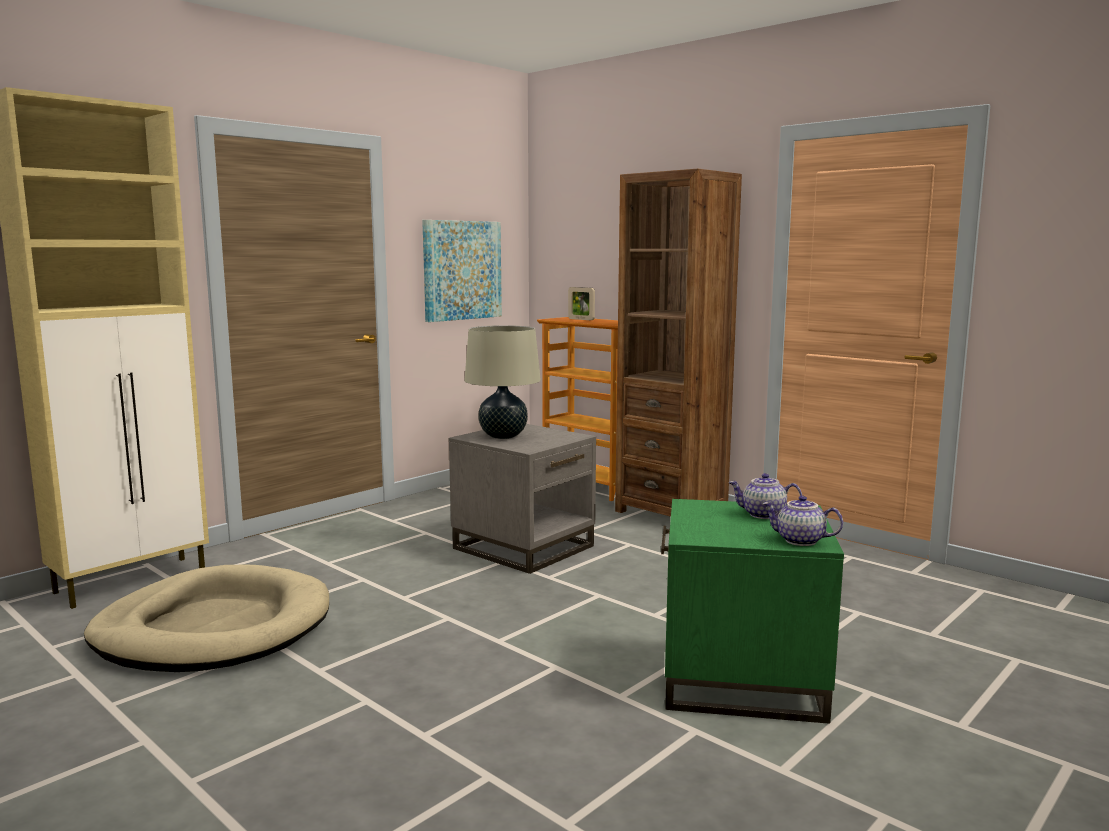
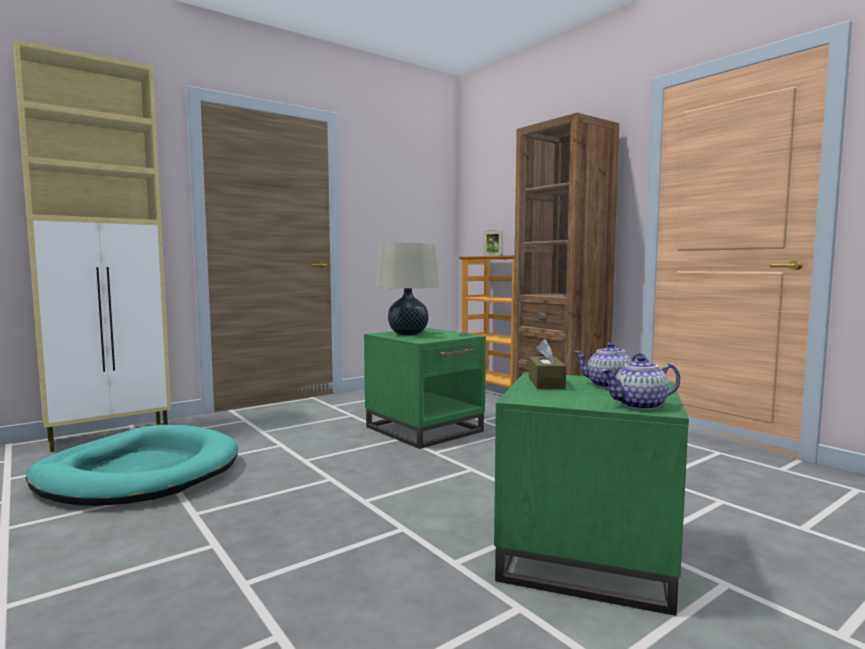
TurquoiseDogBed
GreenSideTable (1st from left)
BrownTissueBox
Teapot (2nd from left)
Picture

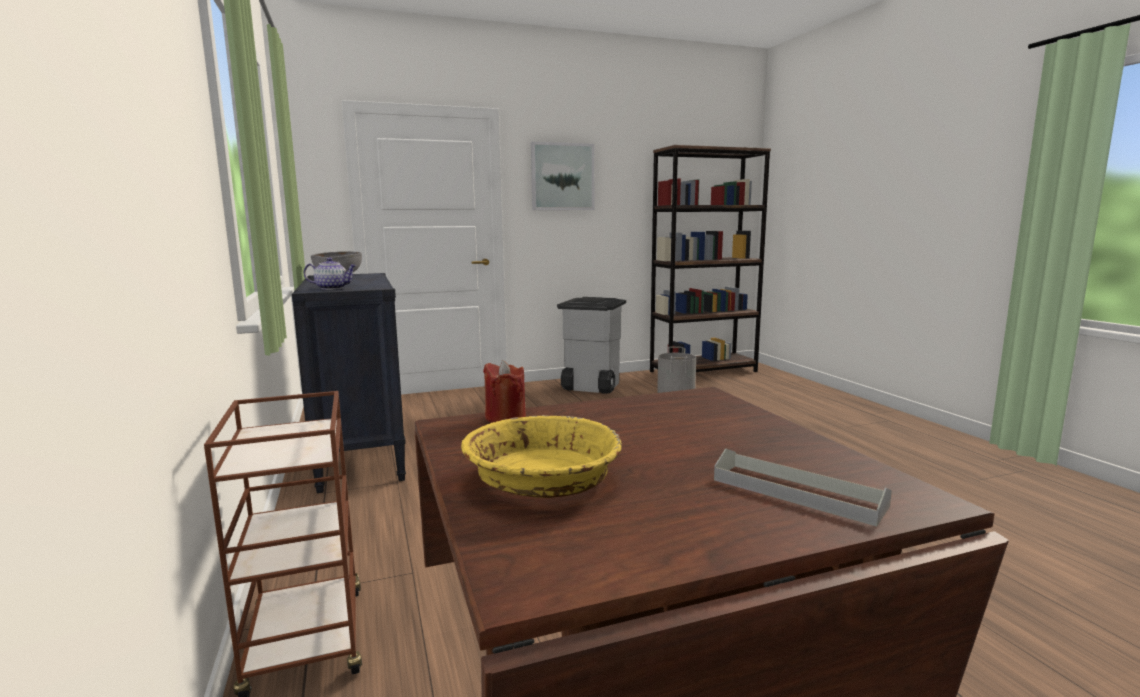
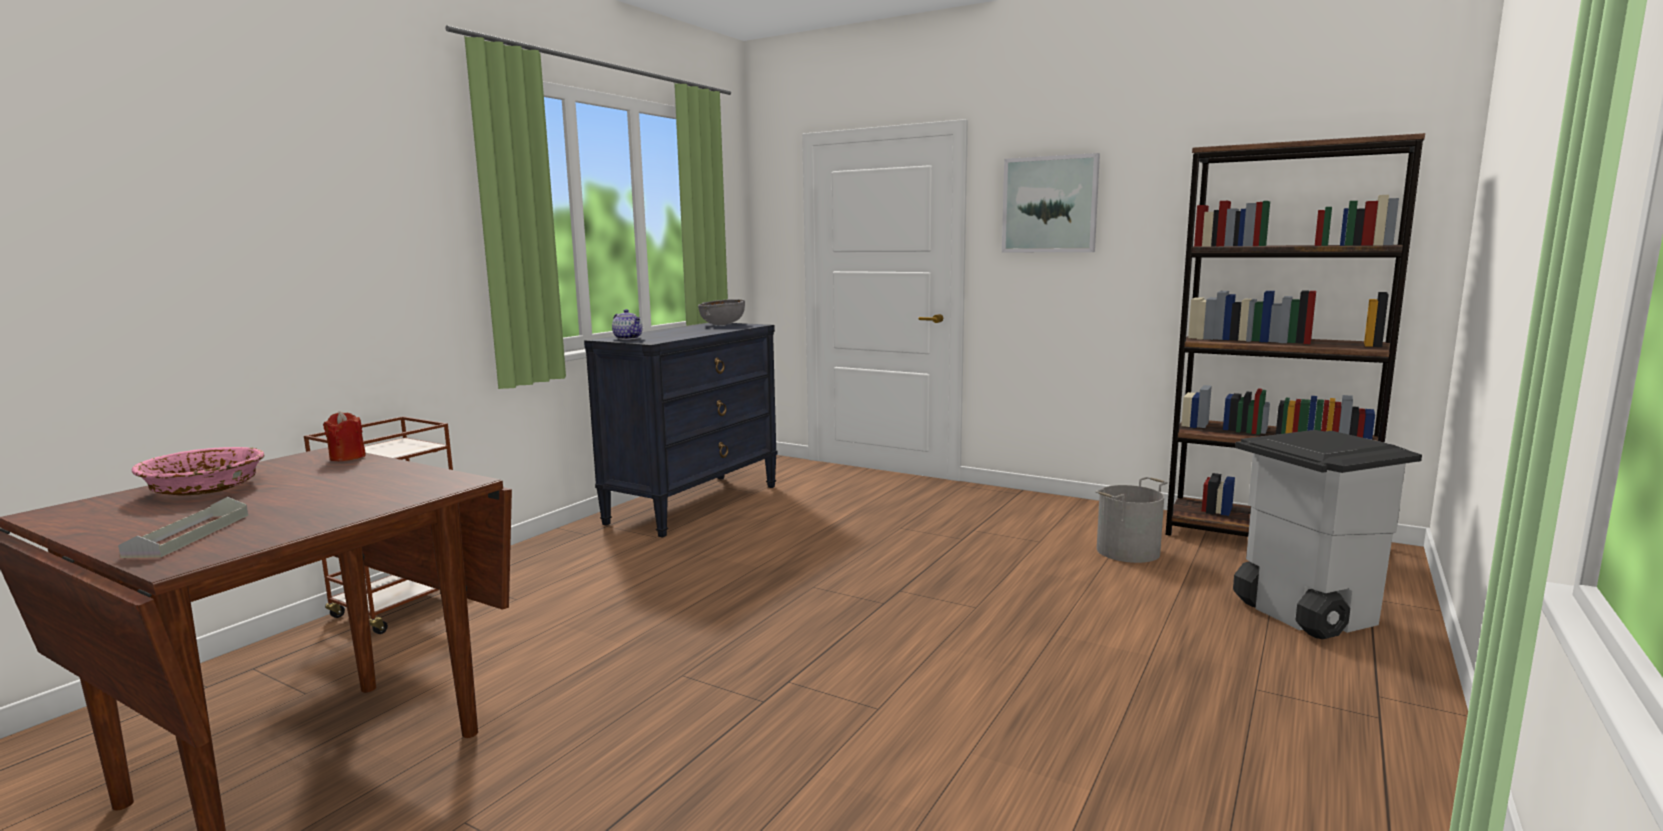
PinkBowl
GreyTrashCan

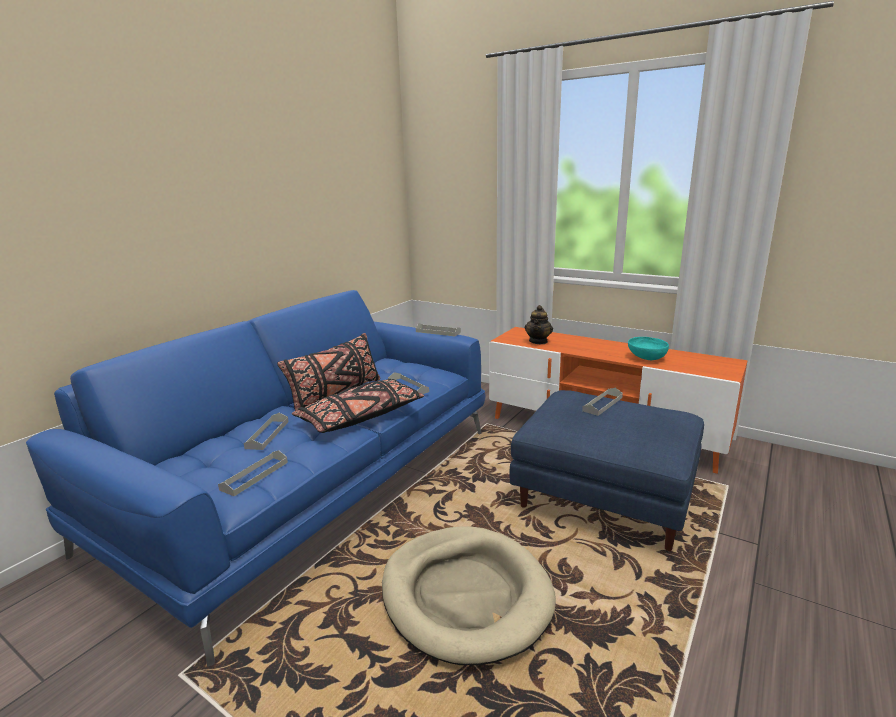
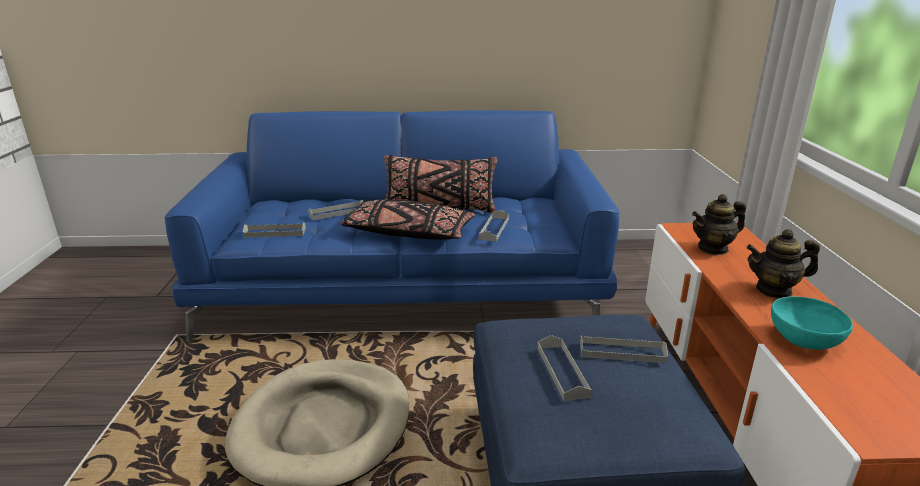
GreyTray (4th from left)
Teapot (2nd from left)

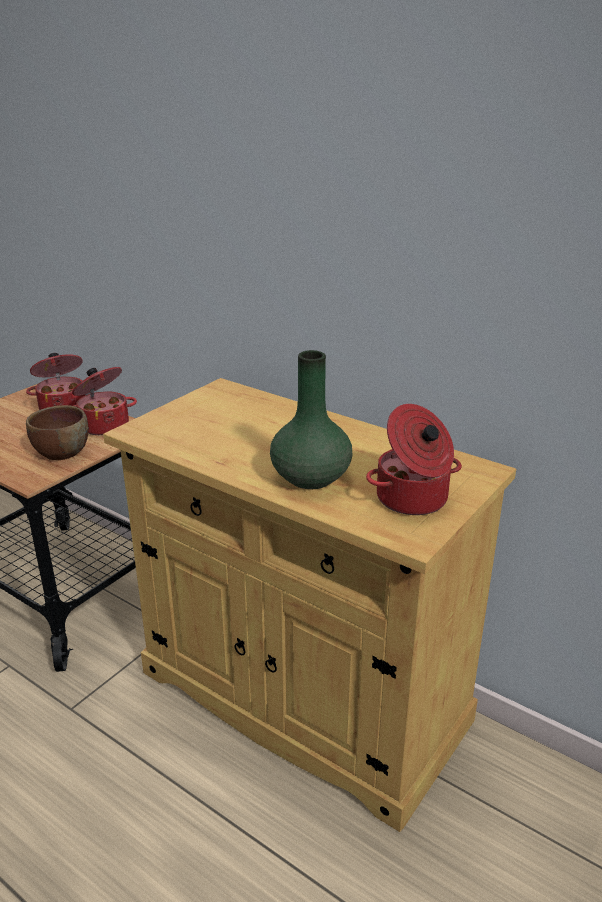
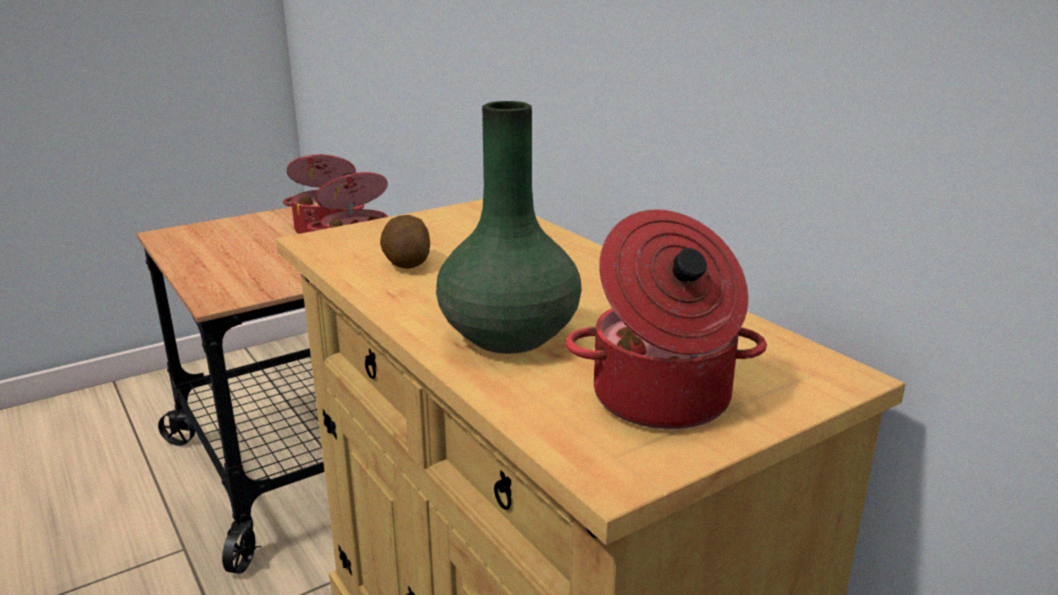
Potato
BrownBowl

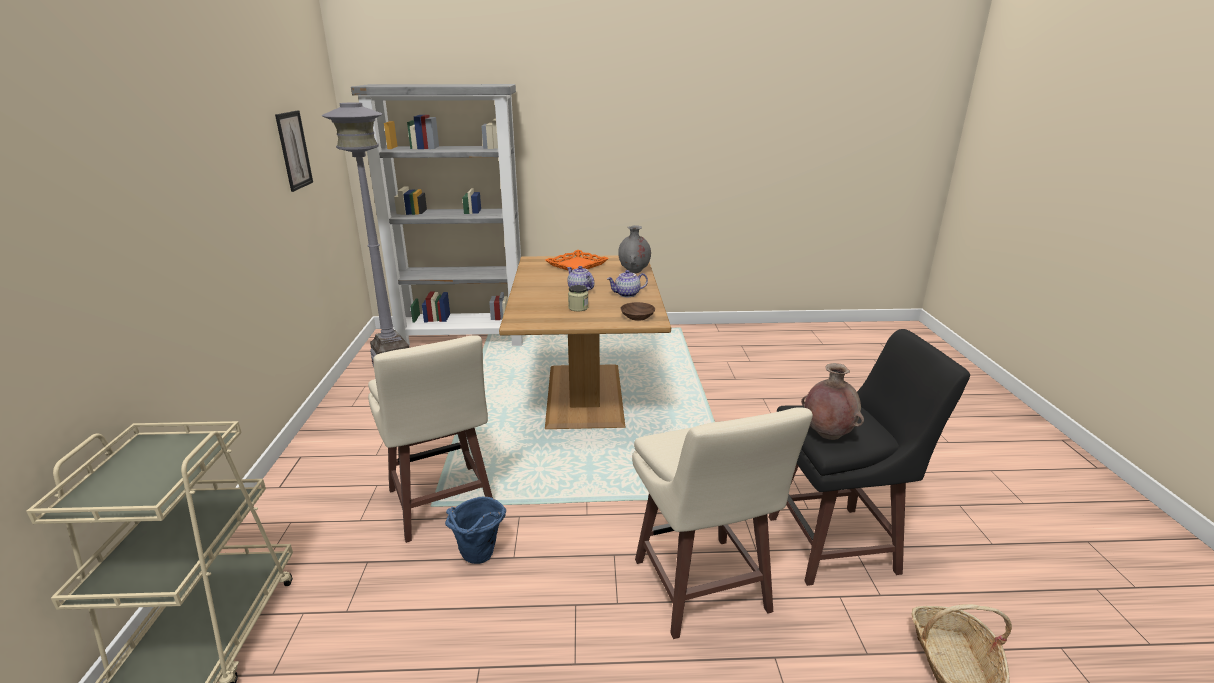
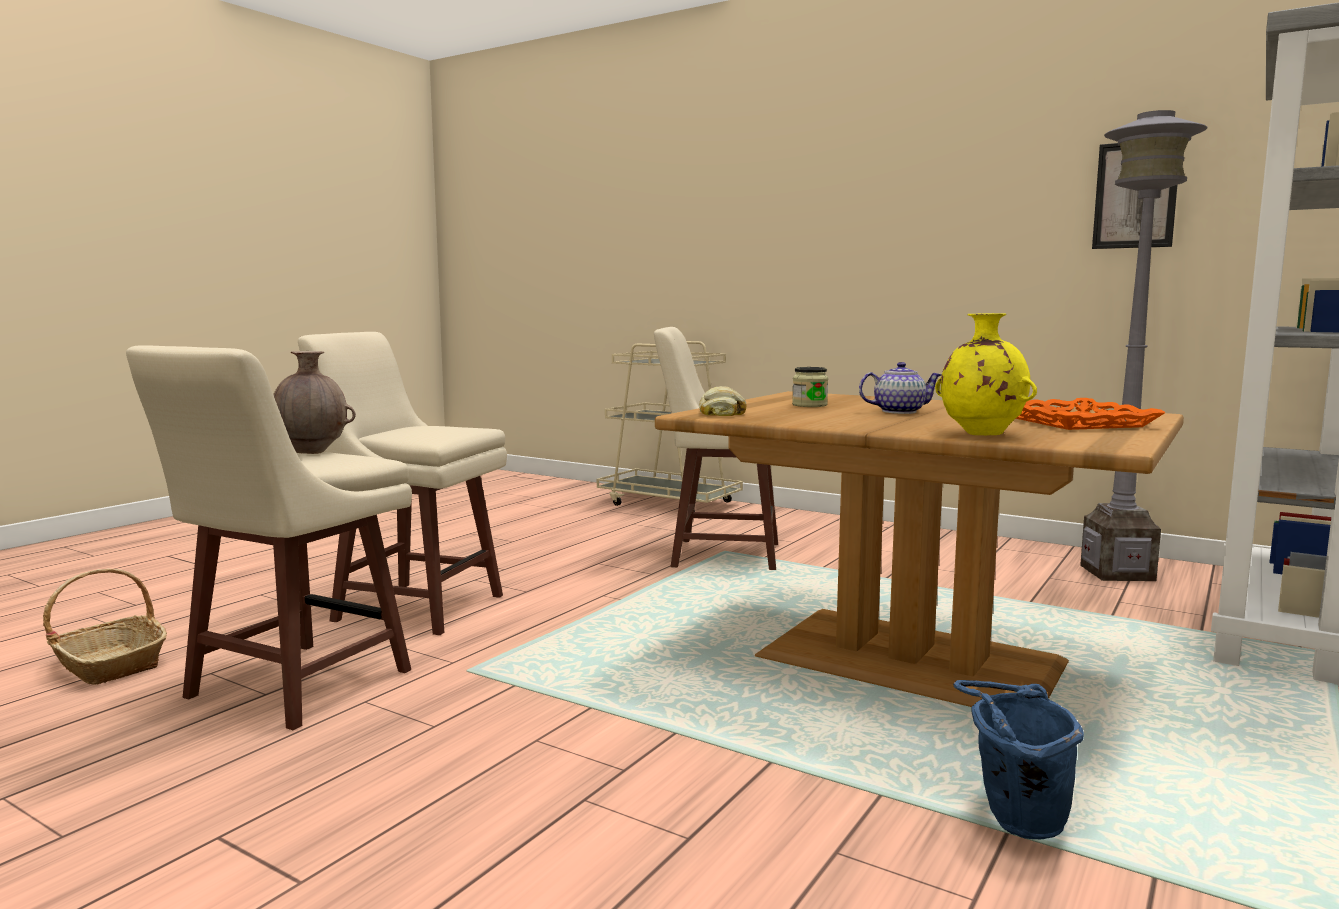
BeigeStool (1st from left)
Bread
YellowVase
BlueBucket
Teapot (2nd from left in the first image)

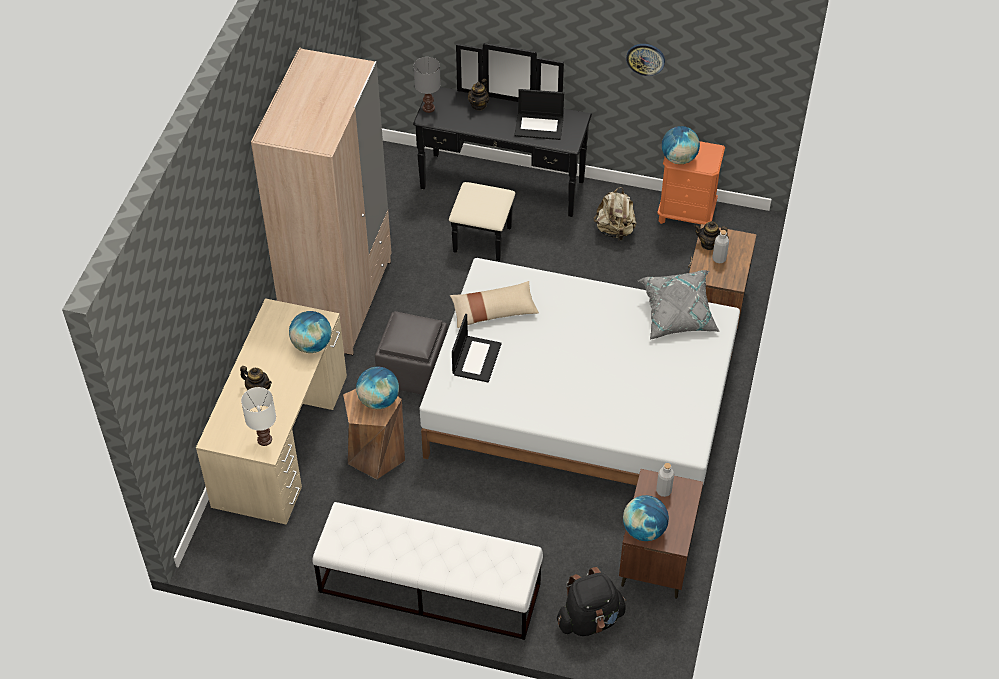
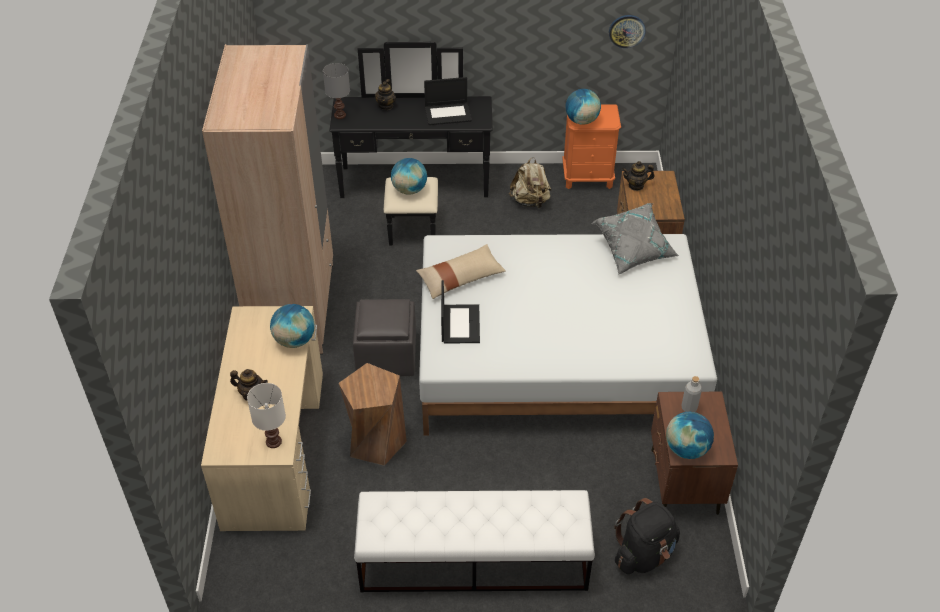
Globe (2nd from left)
WallClock
GreyBottle (2nd from left in the first image)

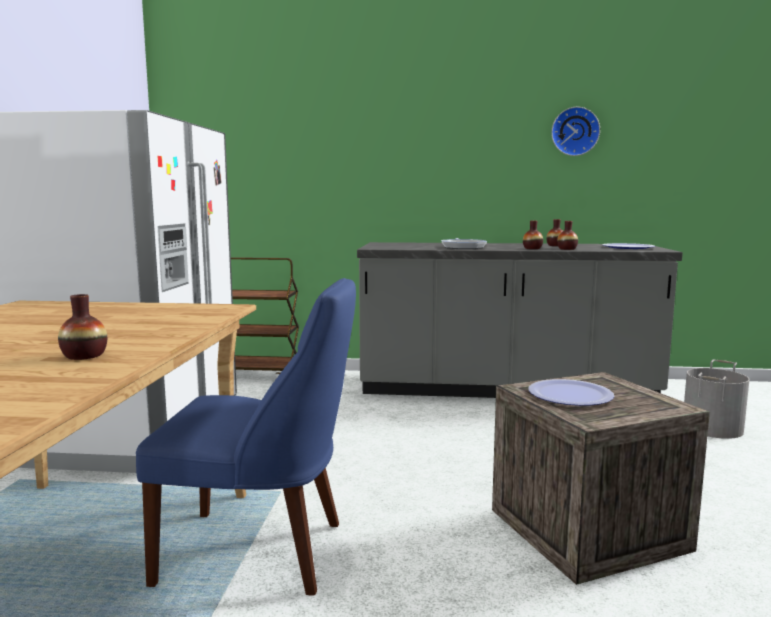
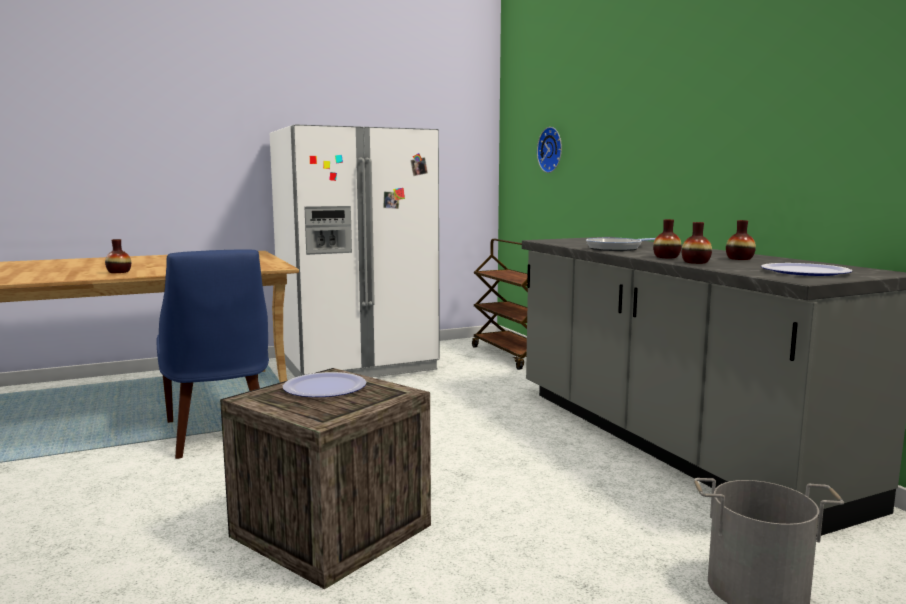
WallClock

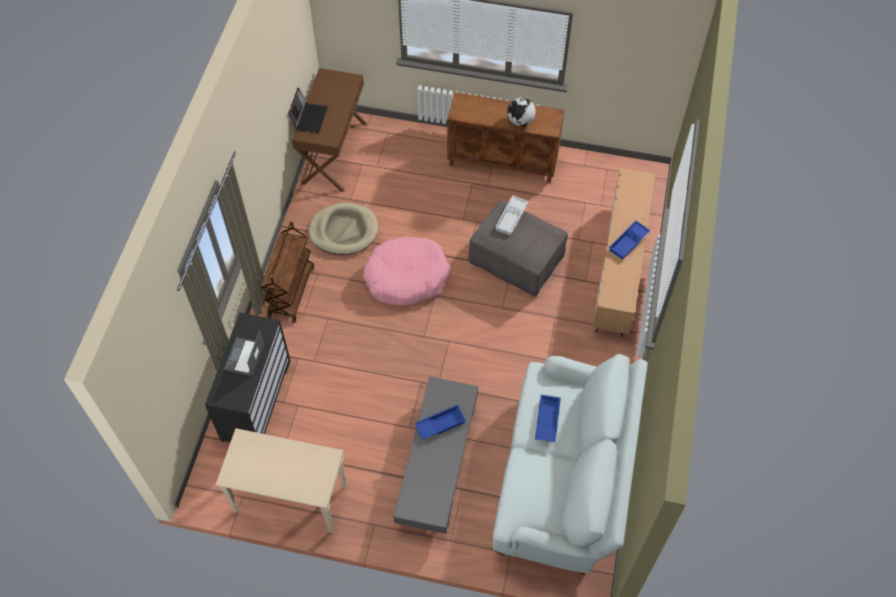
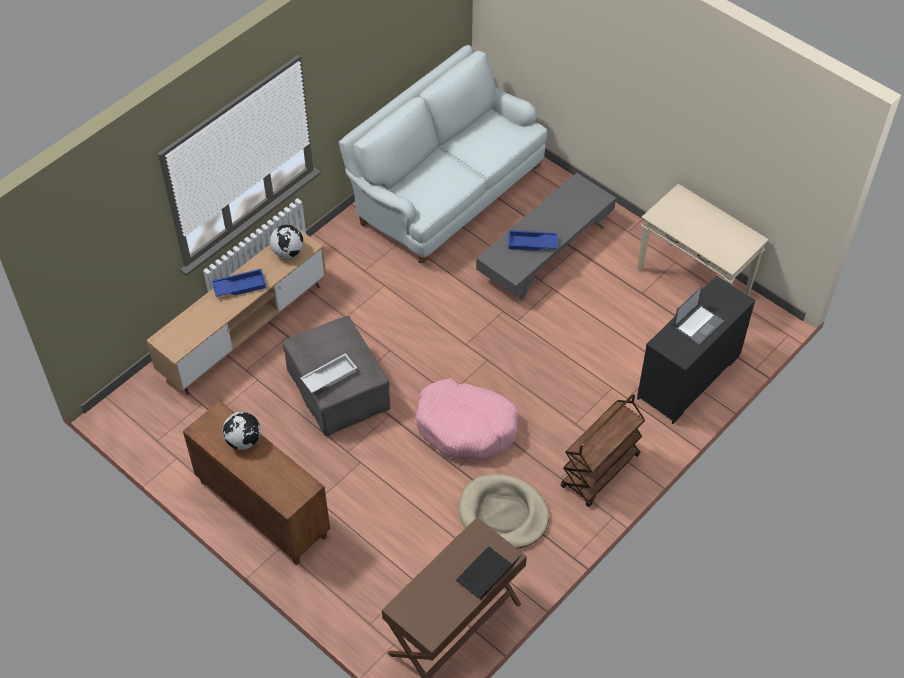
Globe (2nd from left)
BlueTray (2nd from left in the first image)

